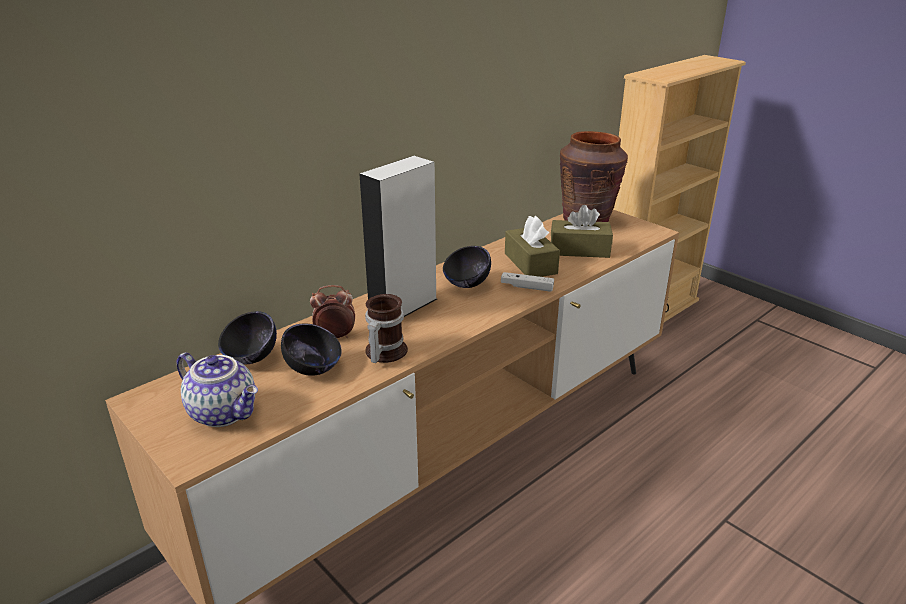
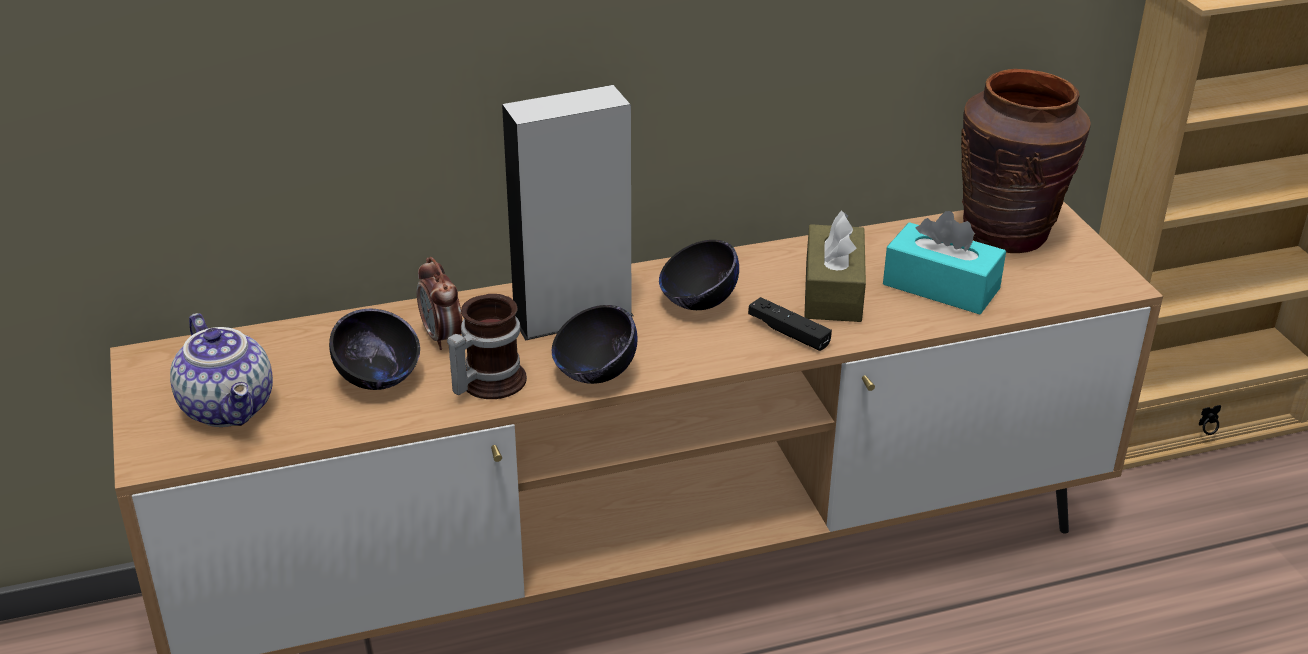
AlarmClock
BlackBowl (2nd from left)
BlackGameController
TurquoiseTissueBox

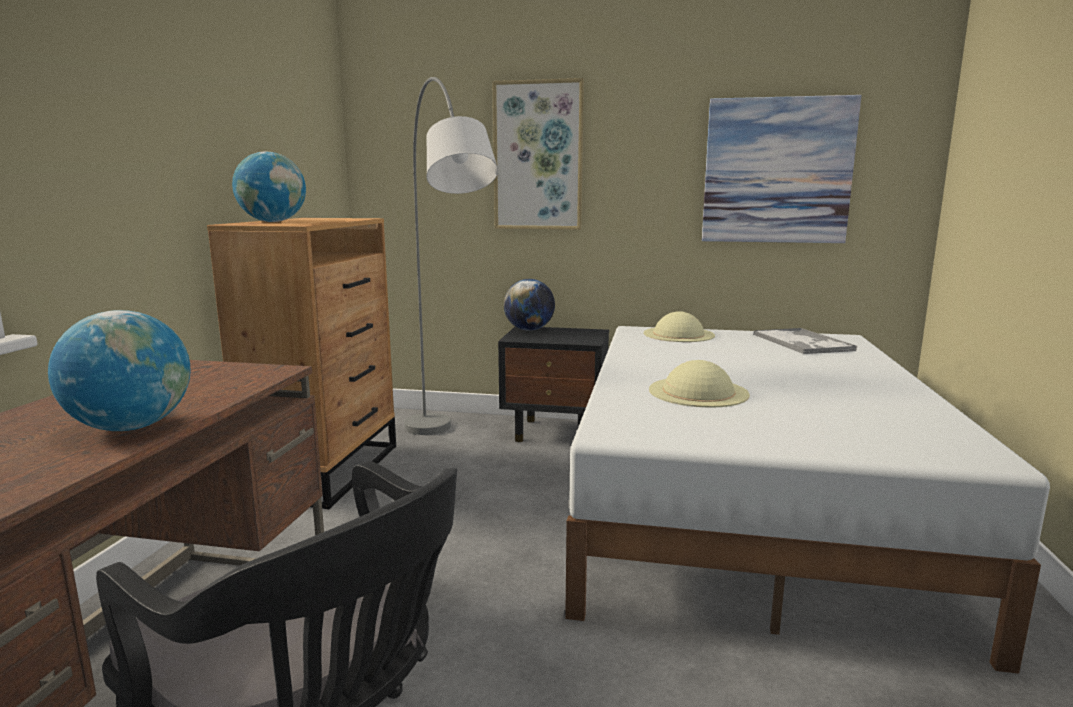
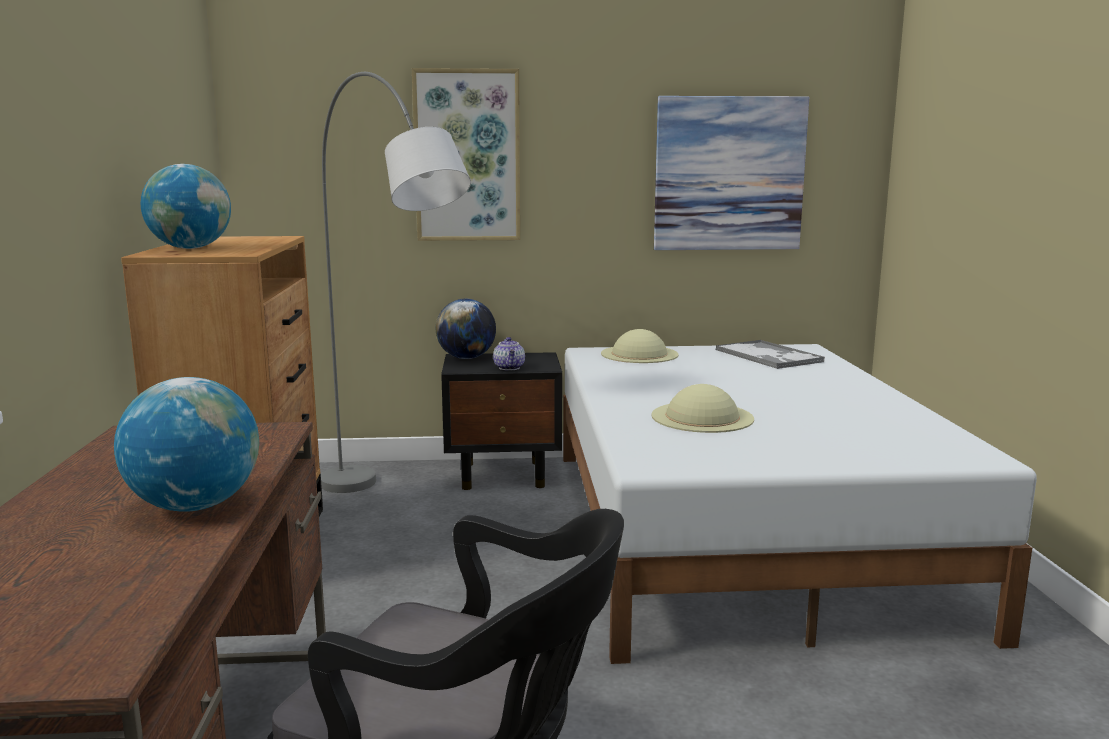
Teapot

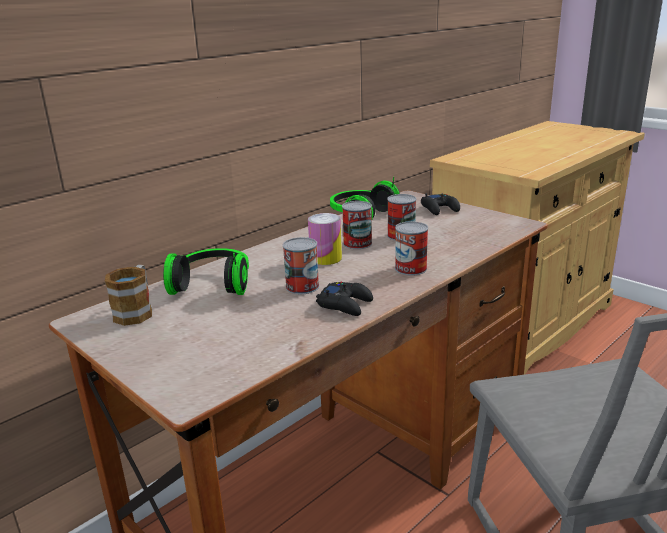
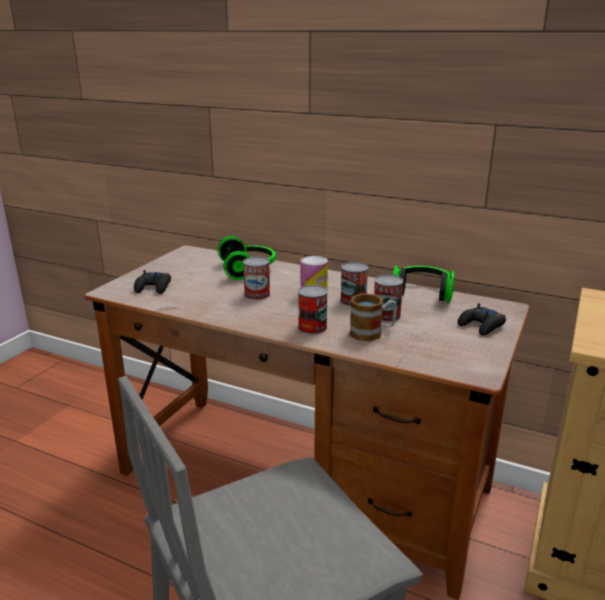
BlackGameController (1st from left)
Mug

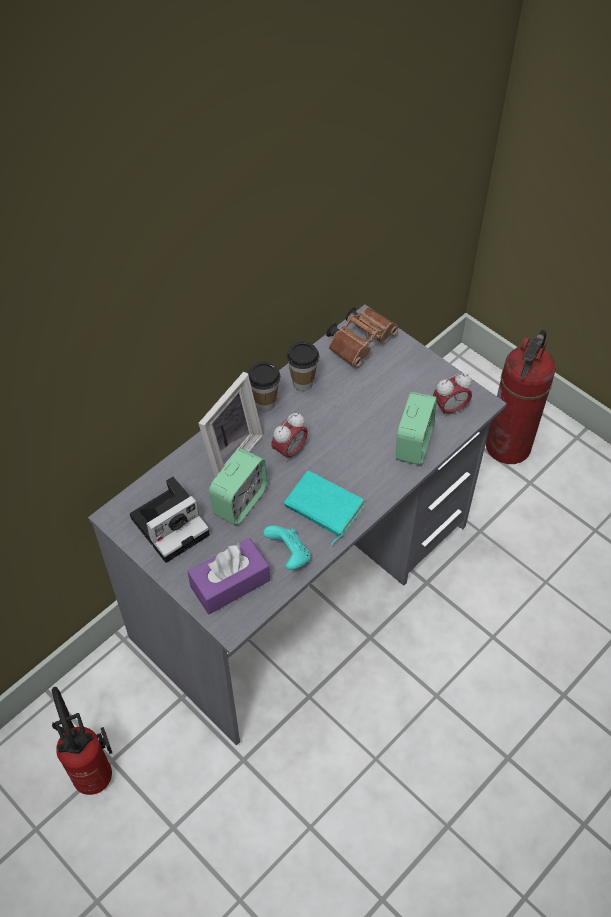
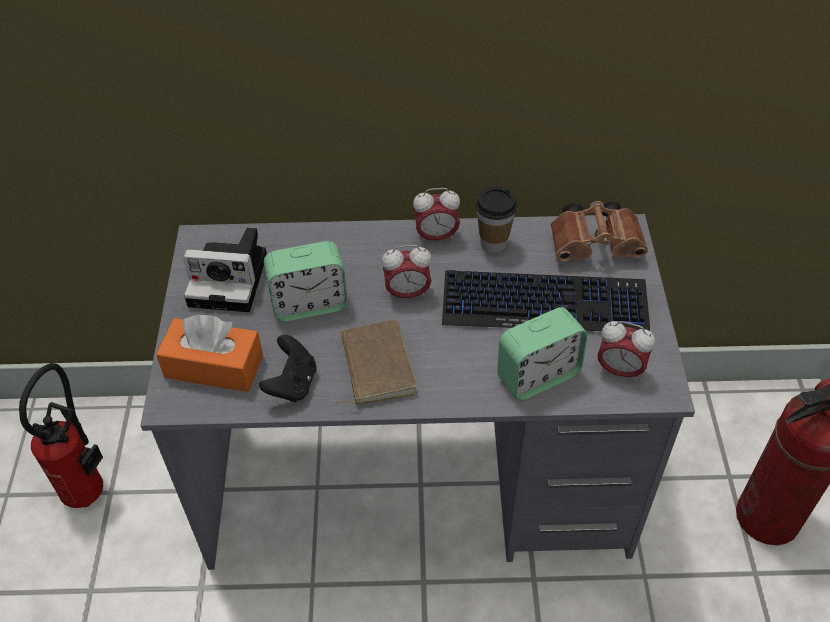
OrangeTissueBox
BlackGameController
BrownBook
AlarmClock (3rd from left)
Keyboard
PictureFrame

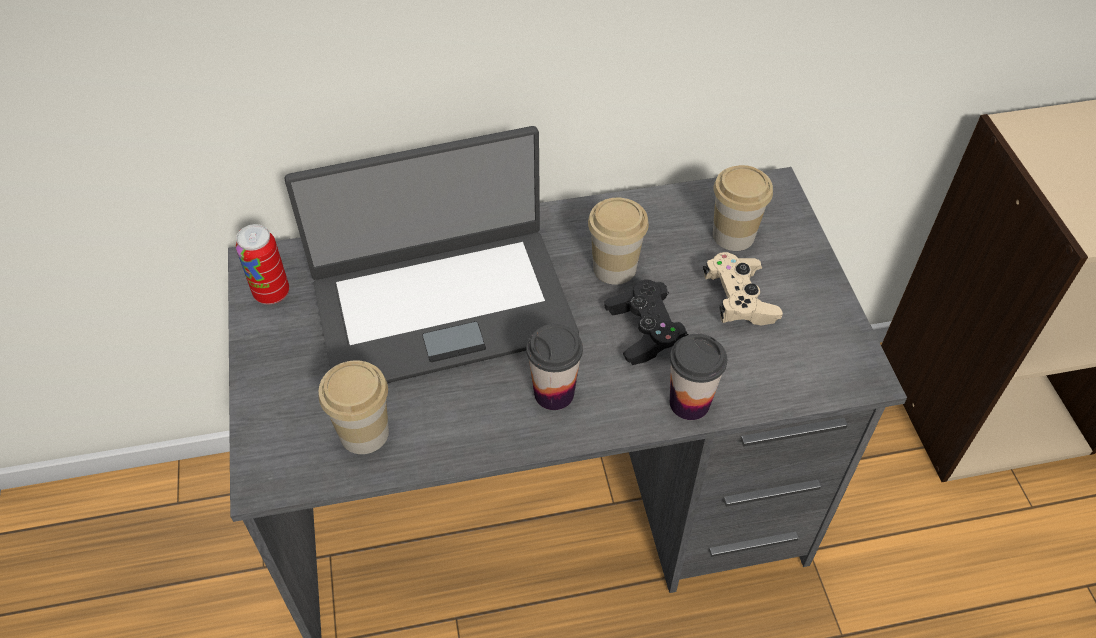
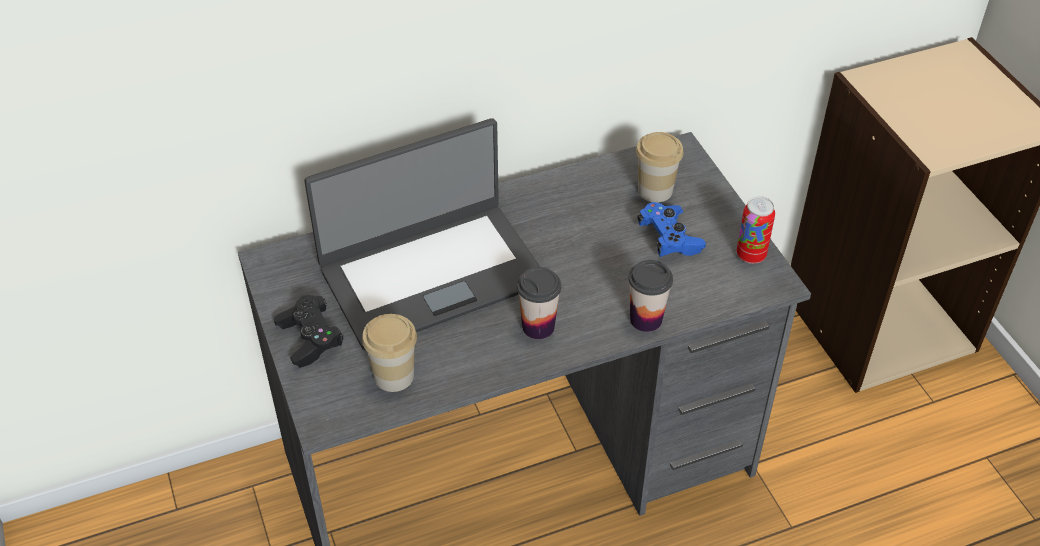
BlackGameController
BlueGameController
Can
Cup (3rd from left in the first image)

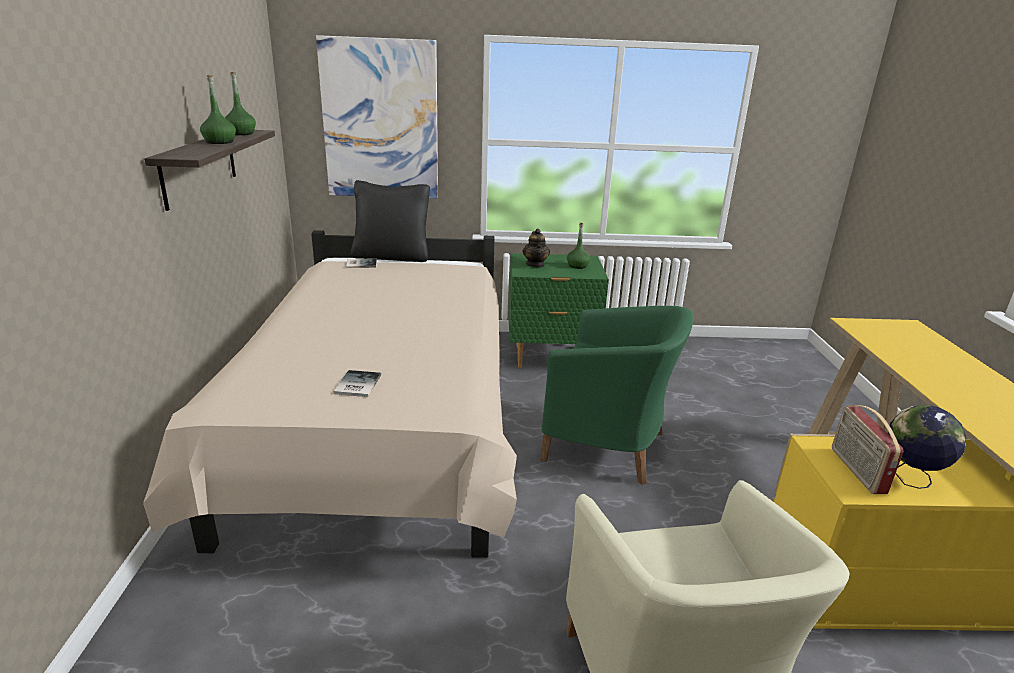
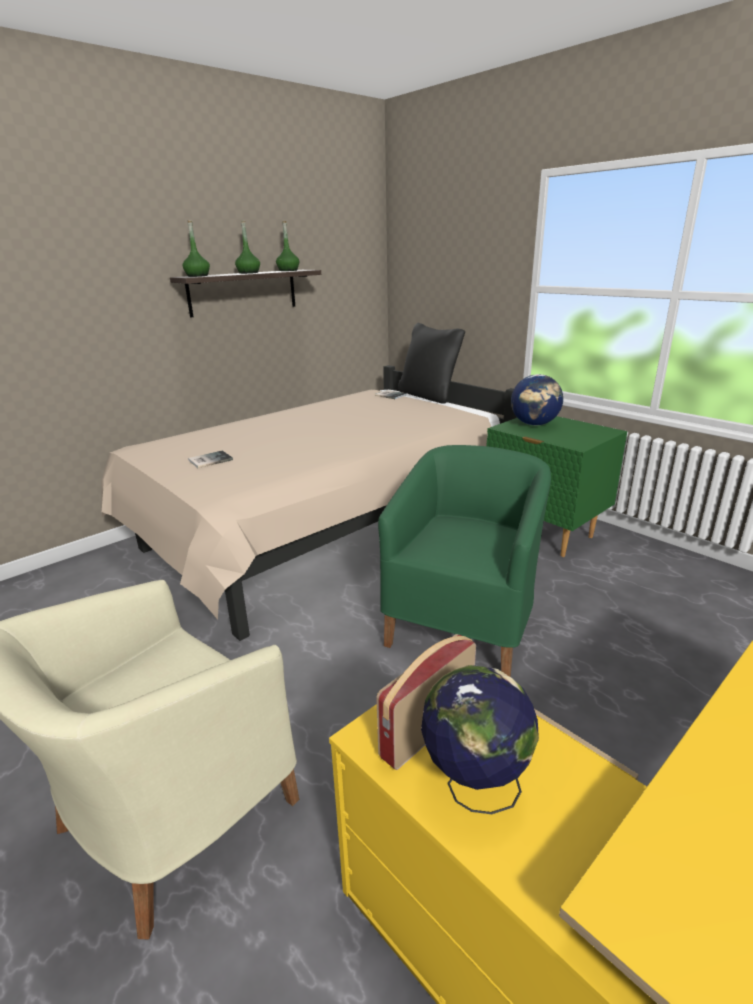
GreenBottle (1st from left)
GreenArmchair
Globe (2nd from left)
Picture

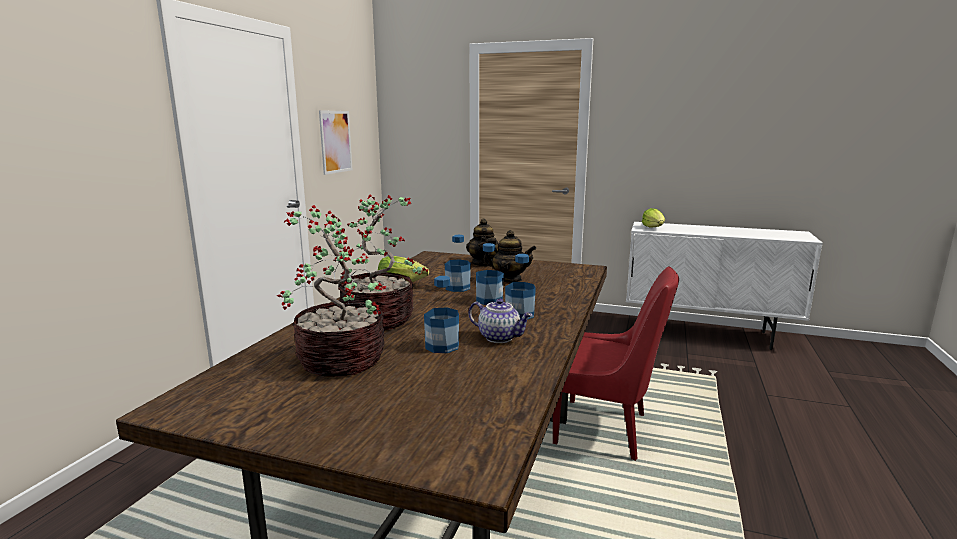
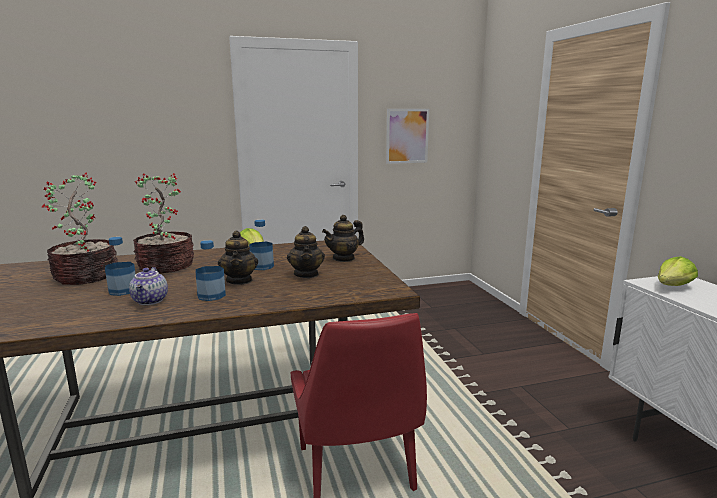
Teapot (2nd from left)

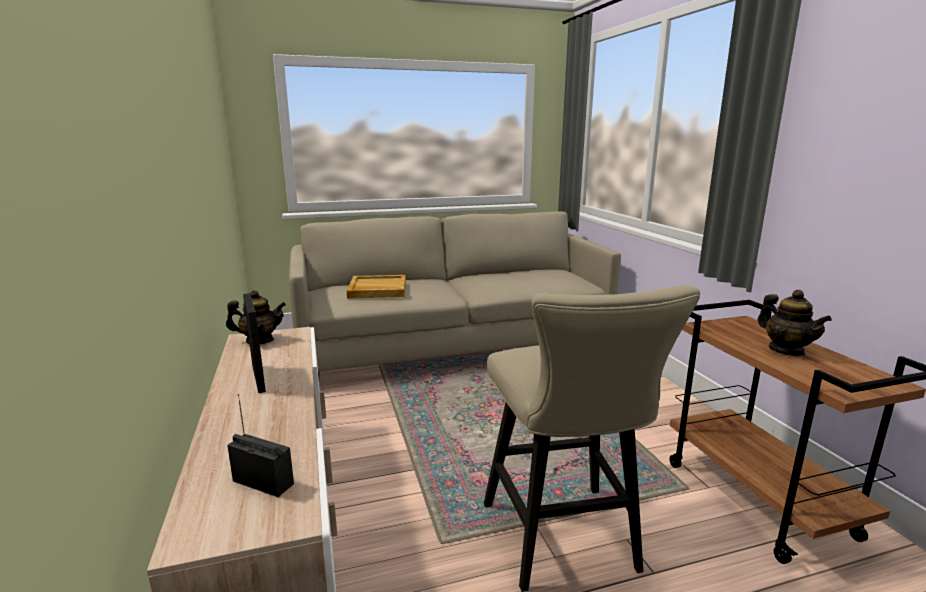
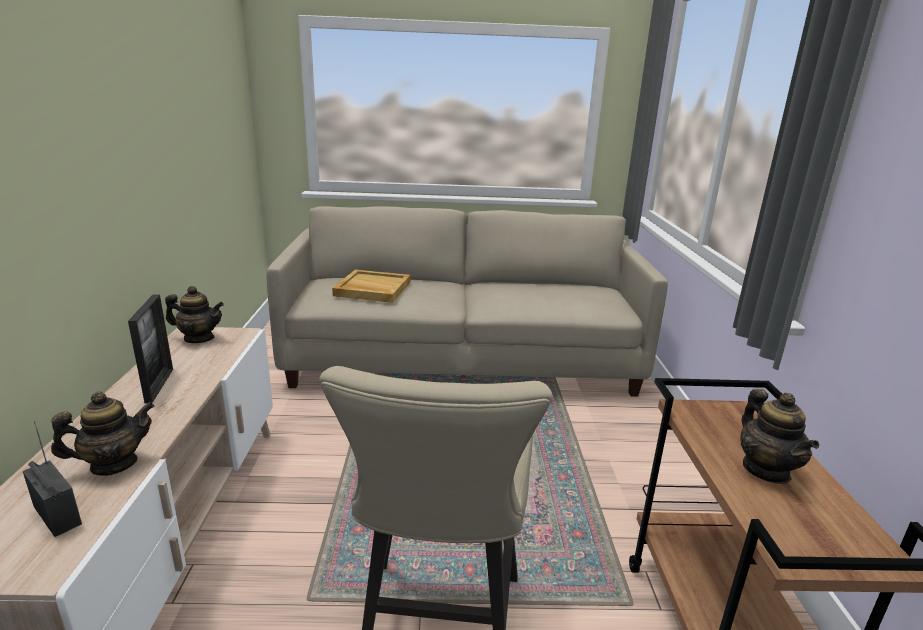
Teapot (1st from left)

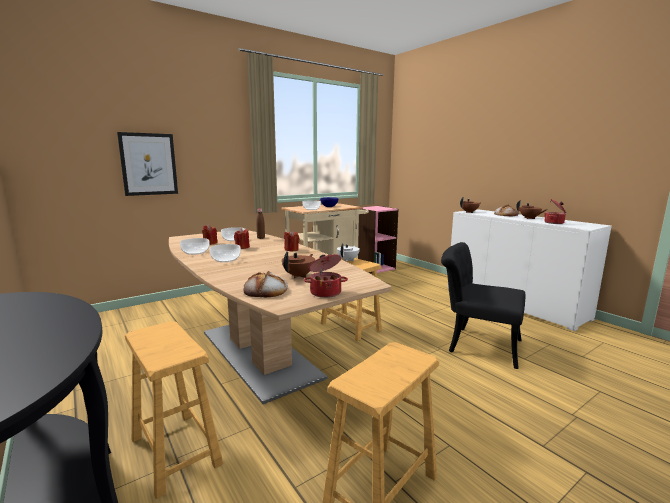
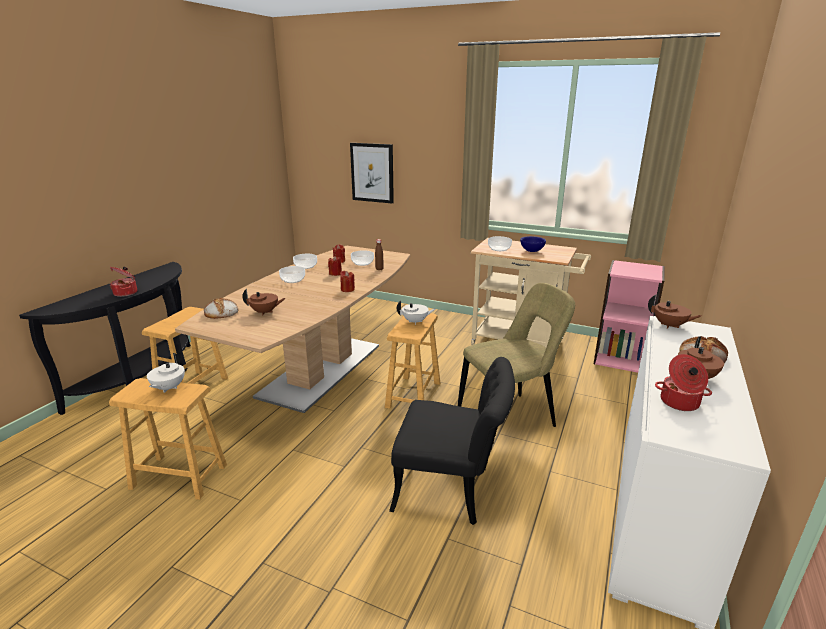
CookingPot (1st from left)
WhiteTeapot (1st from left)
BlackChair
BeigeChair

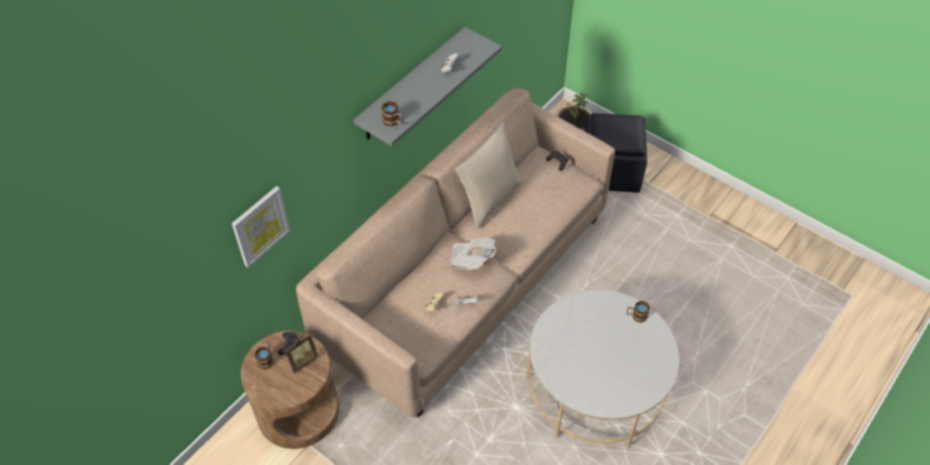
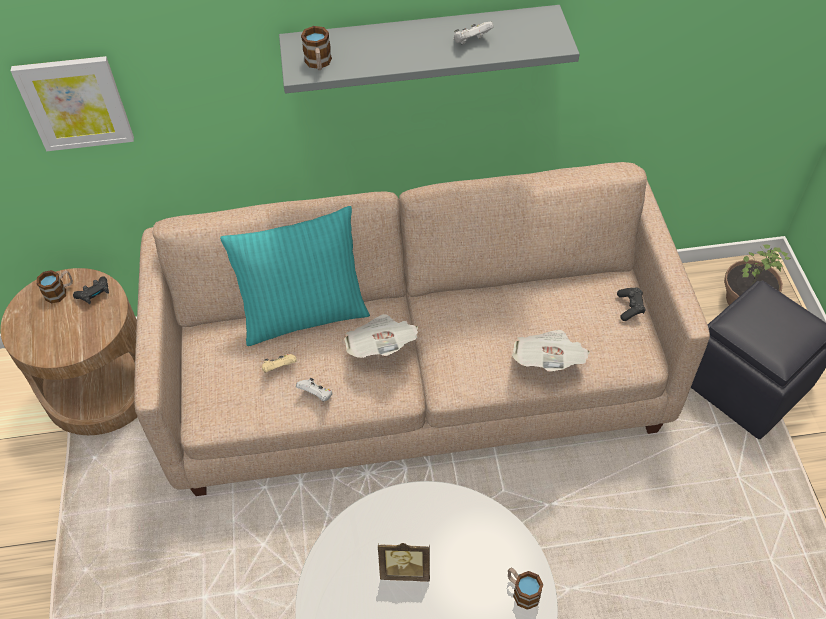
TurquoisePillow
PictureFrame
Newspaper (2nd from left)
BeigePillow

